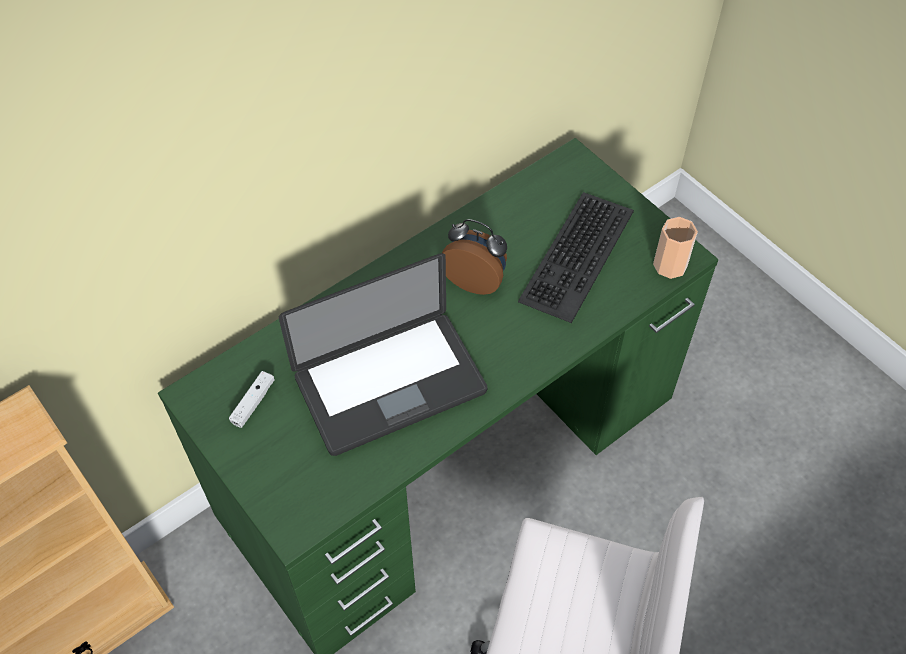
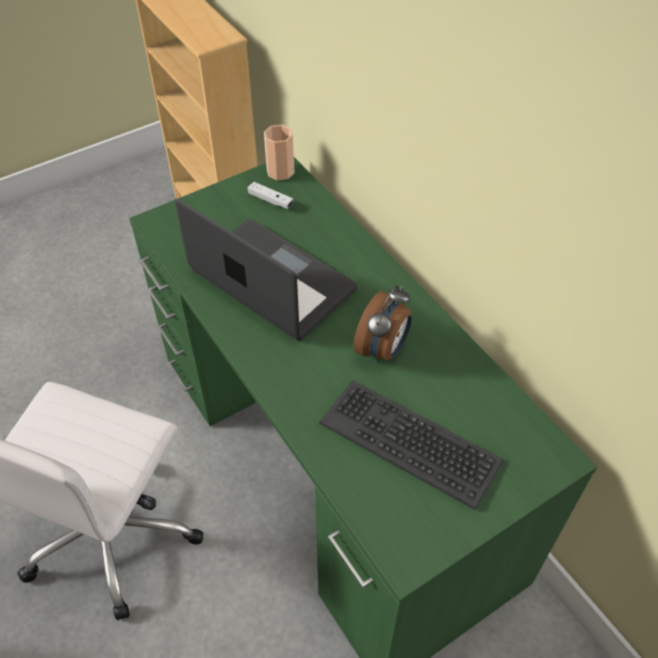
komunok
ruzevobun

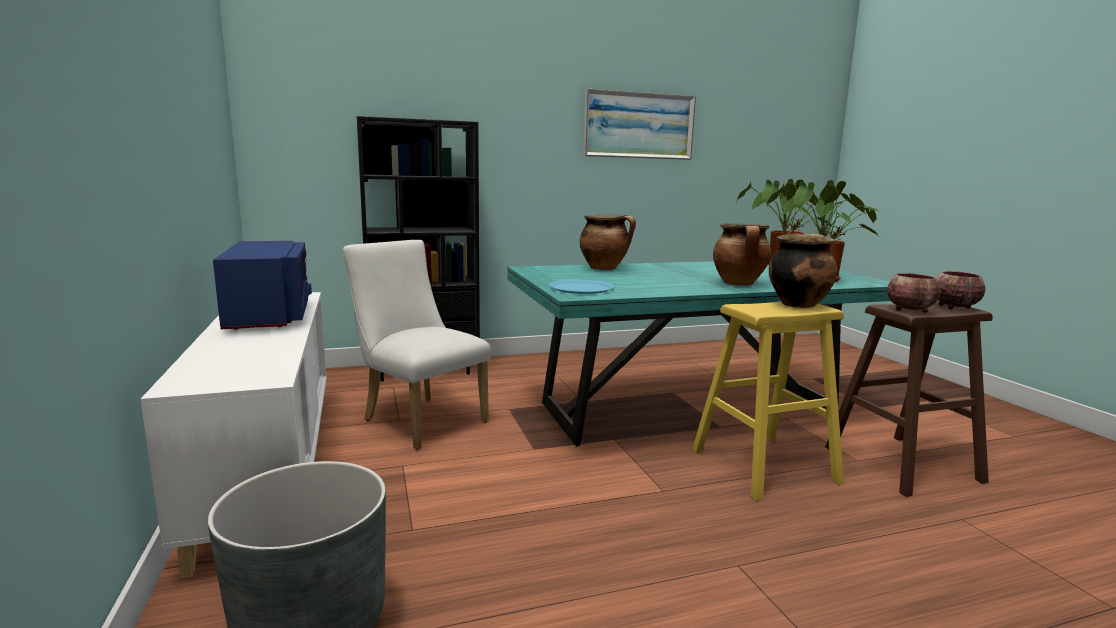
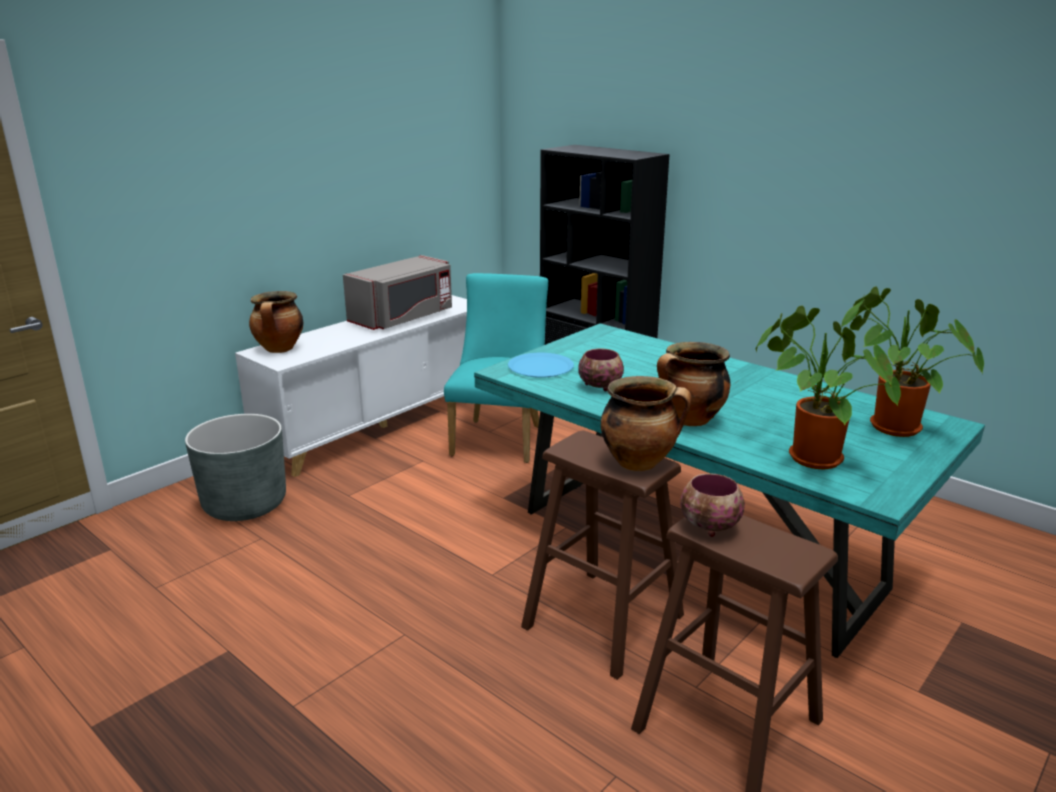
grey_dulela
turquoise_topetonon
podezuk (no. 1 from left)
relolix
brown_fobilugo (no. 1 from left)
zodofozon (no. 1 from left)

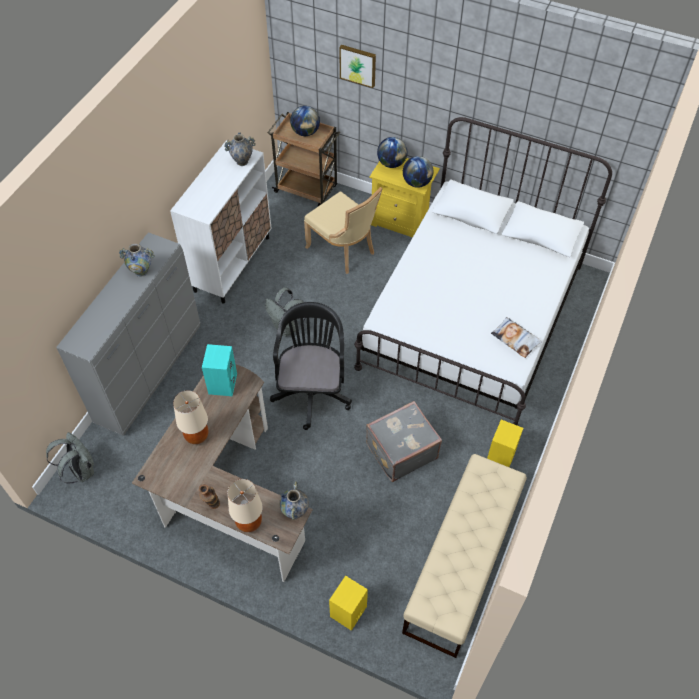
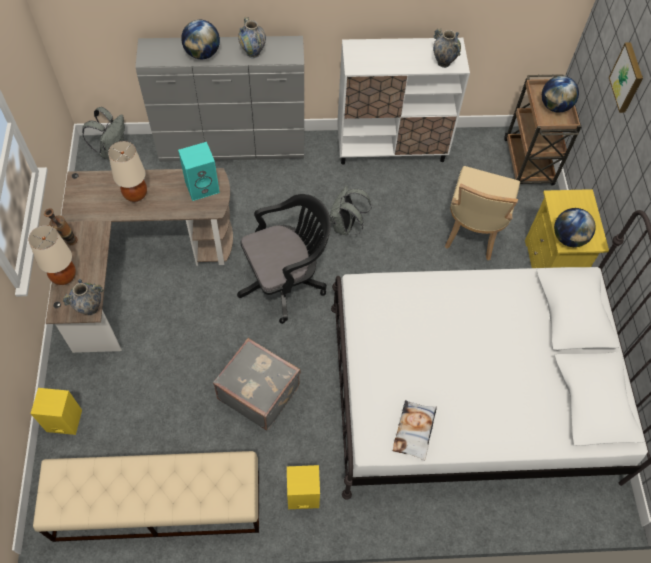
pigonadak (no. 1 from left)

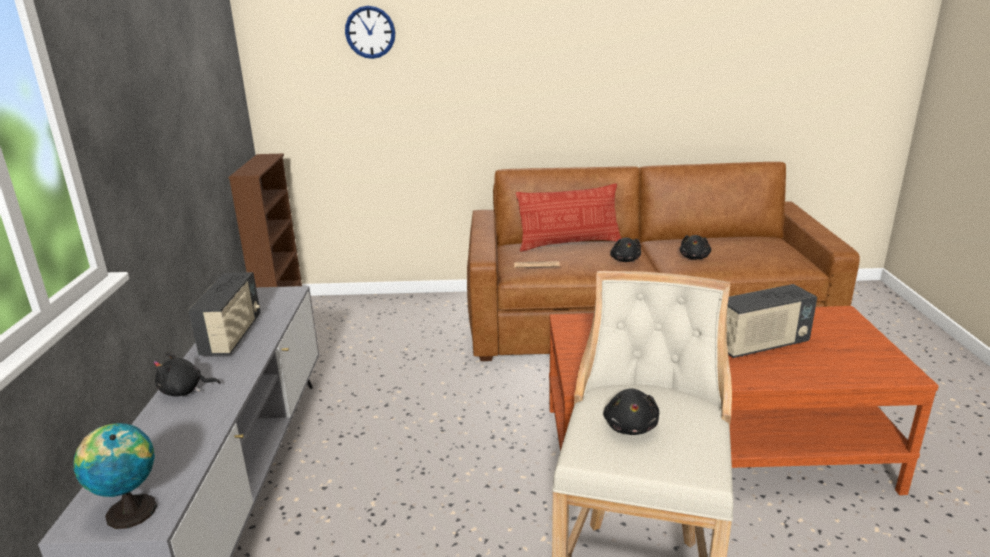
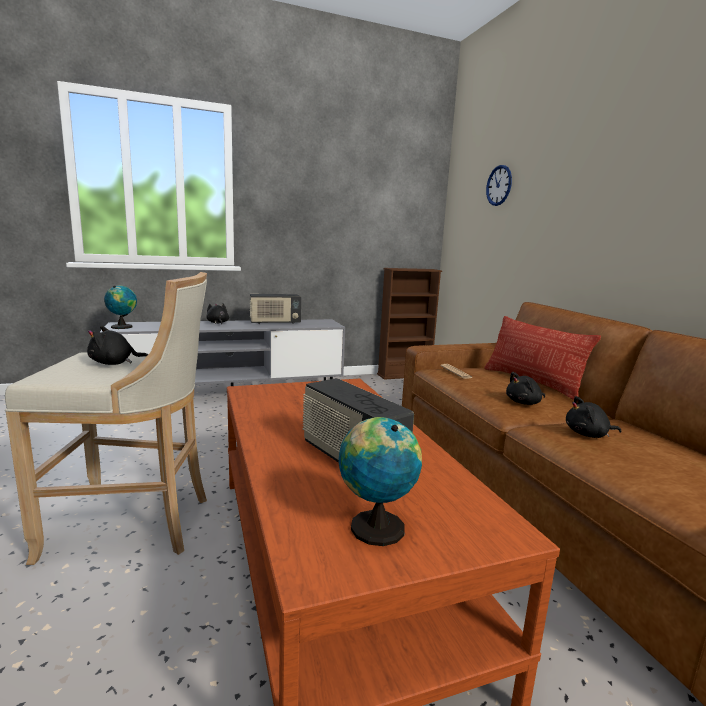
pigonadak (no. 2 from left)

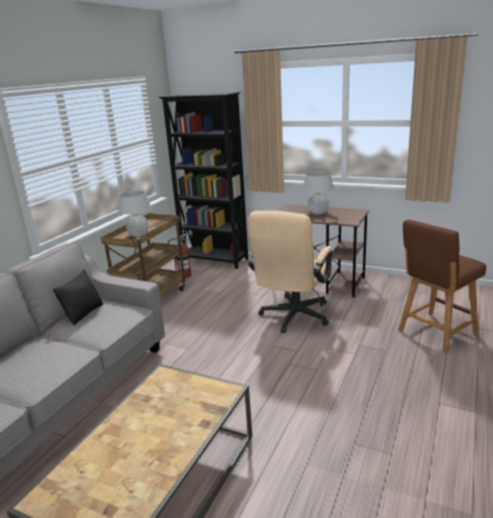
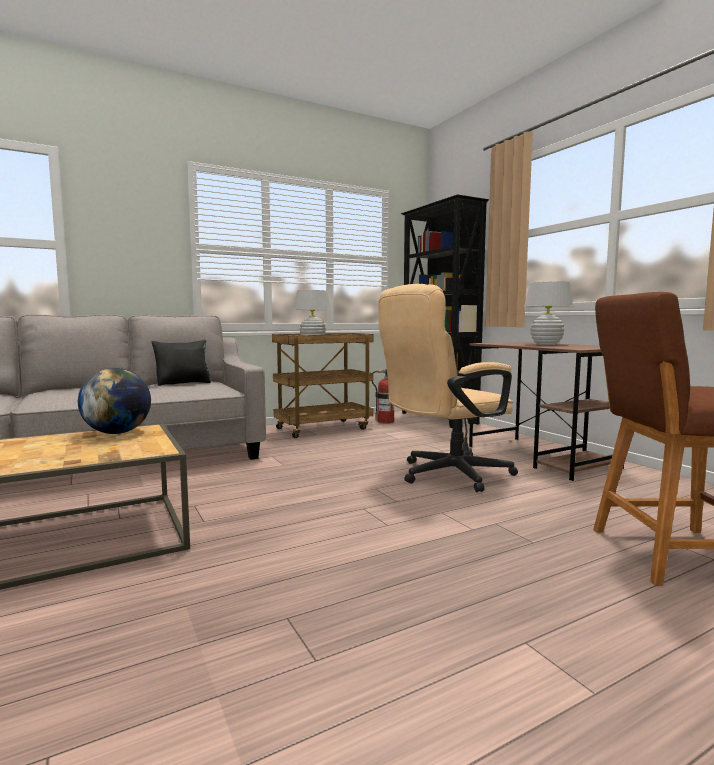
pigonadak

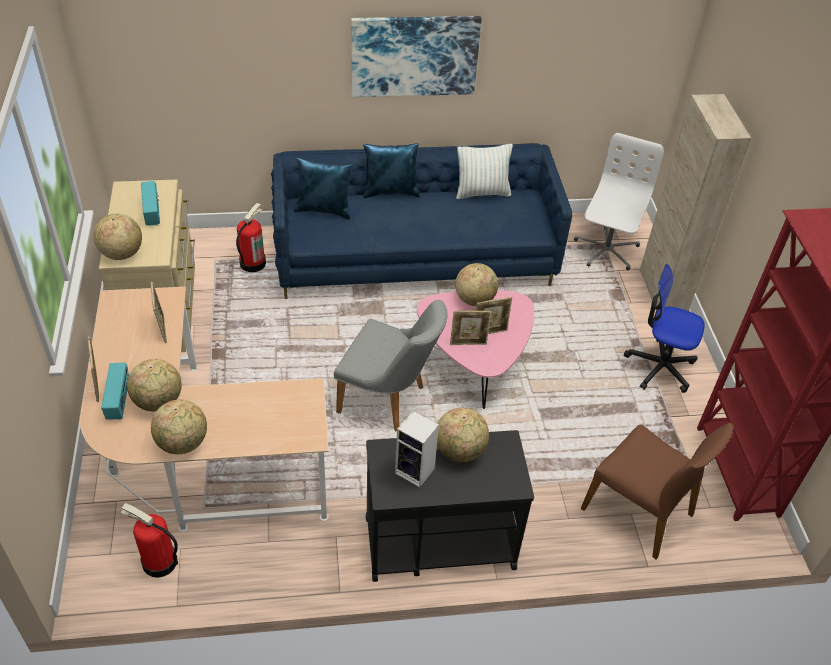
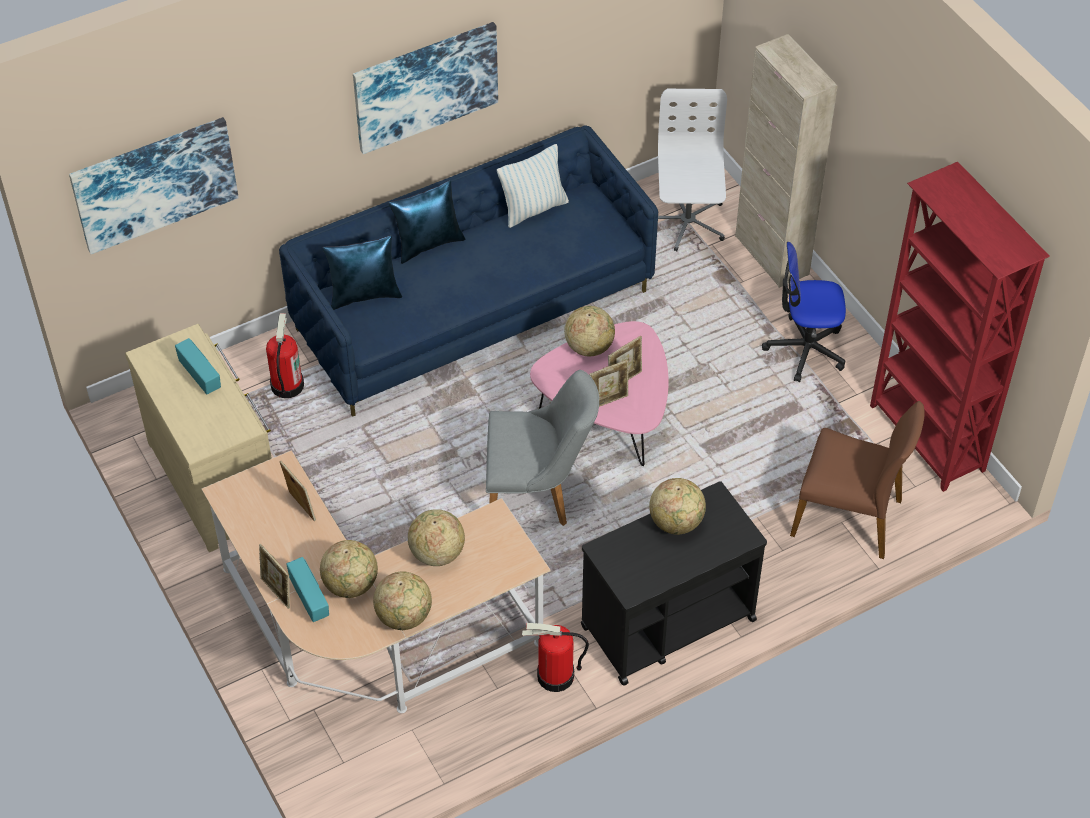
pigonadak (no. 3 from left)
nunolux (no. 2 from left)
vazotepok
relolix (no. 1 from left)

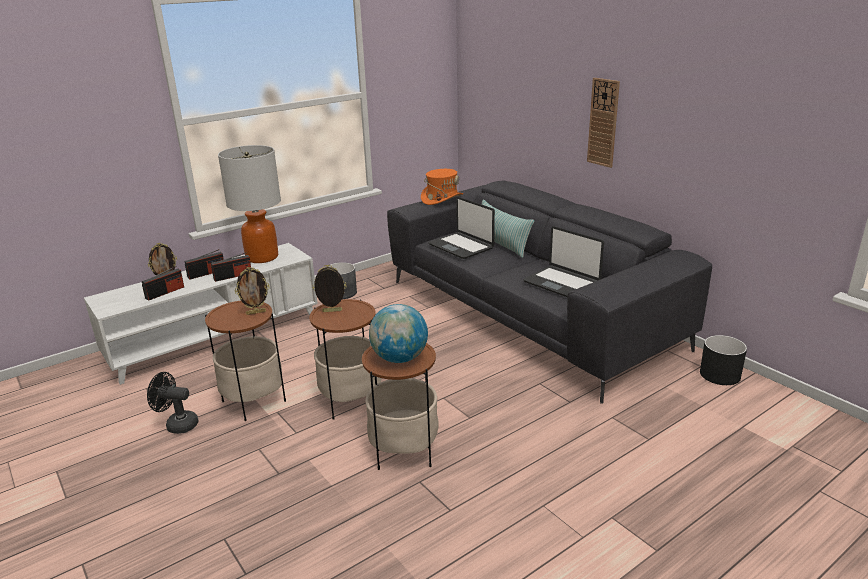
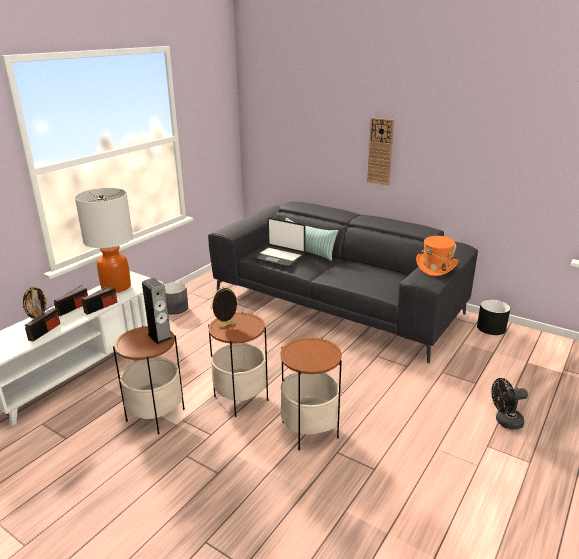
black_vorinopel
vazotepok
pigonadak
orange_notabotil
komunok (no. 2 from left in the first image)

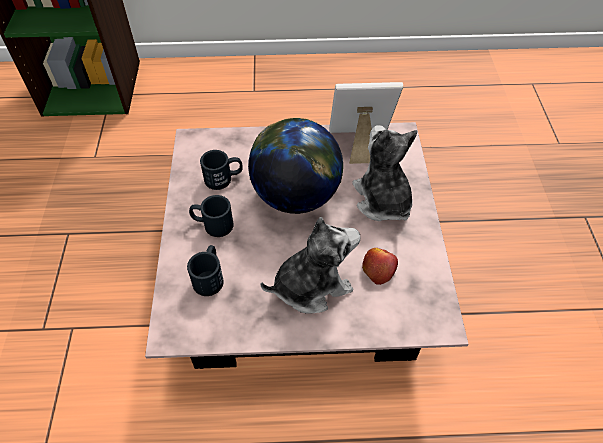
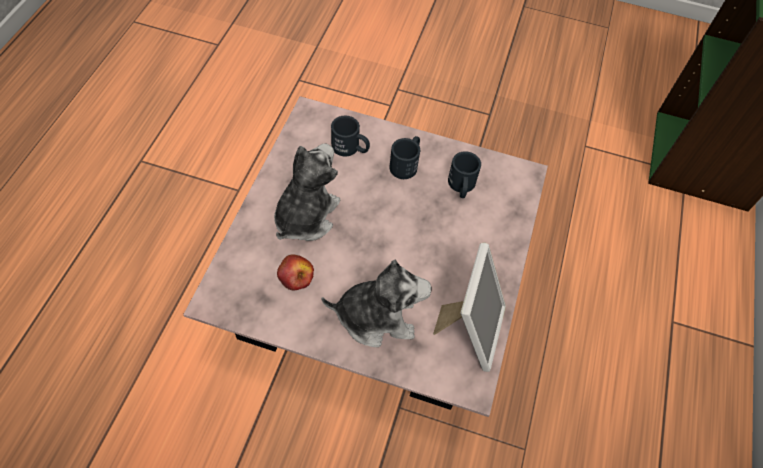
pigonadak
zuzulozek (no. 1 from left)

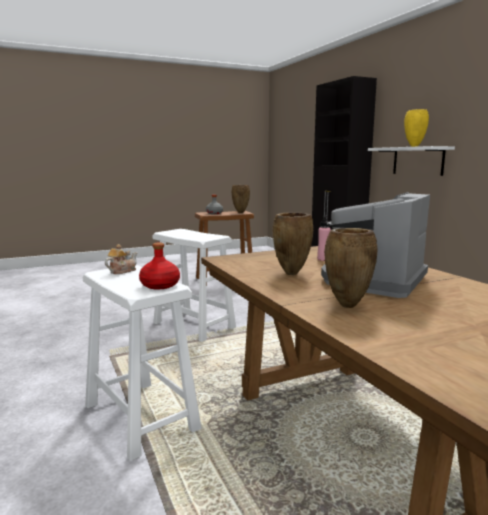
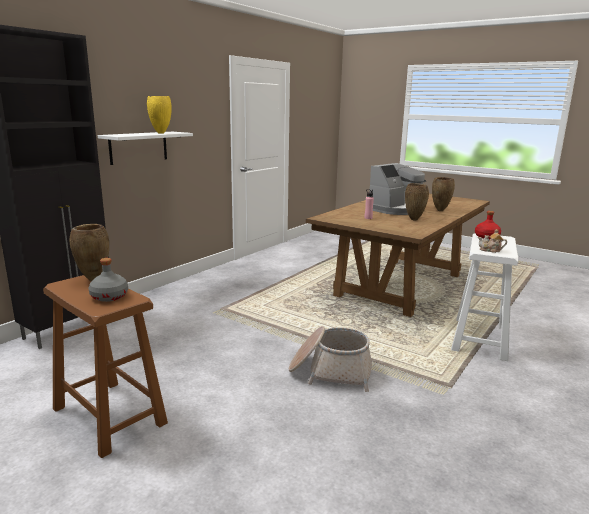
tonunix
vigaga

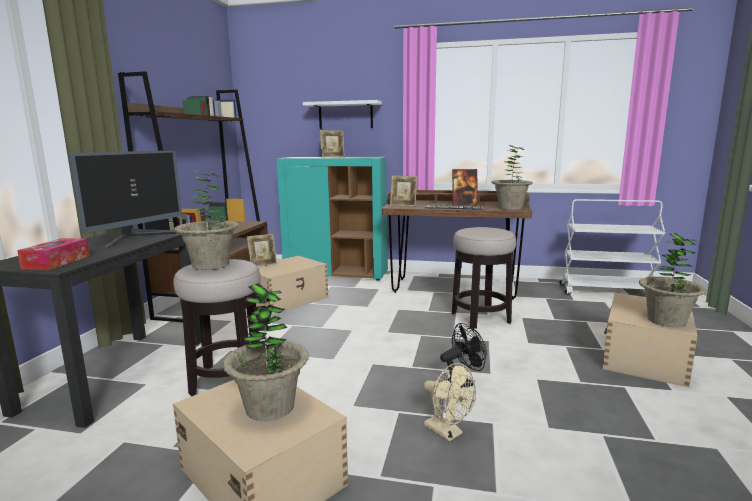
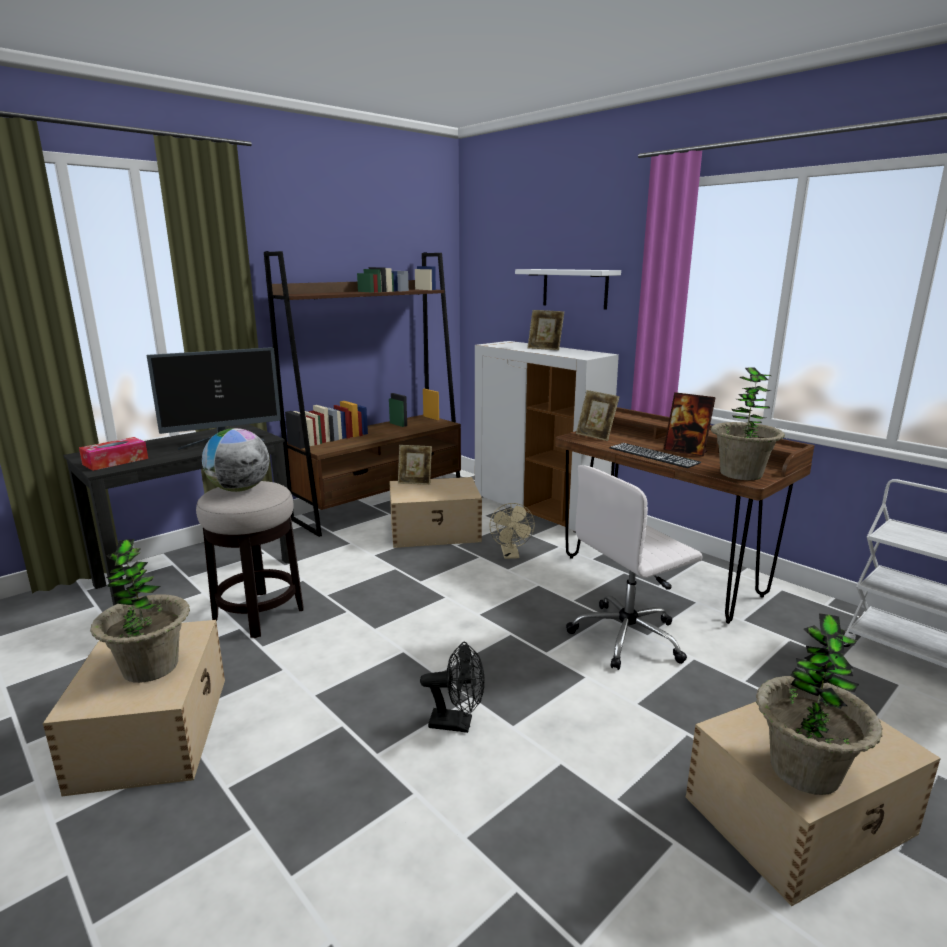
pigonadak
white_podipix
beige_vorinopel
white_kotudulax

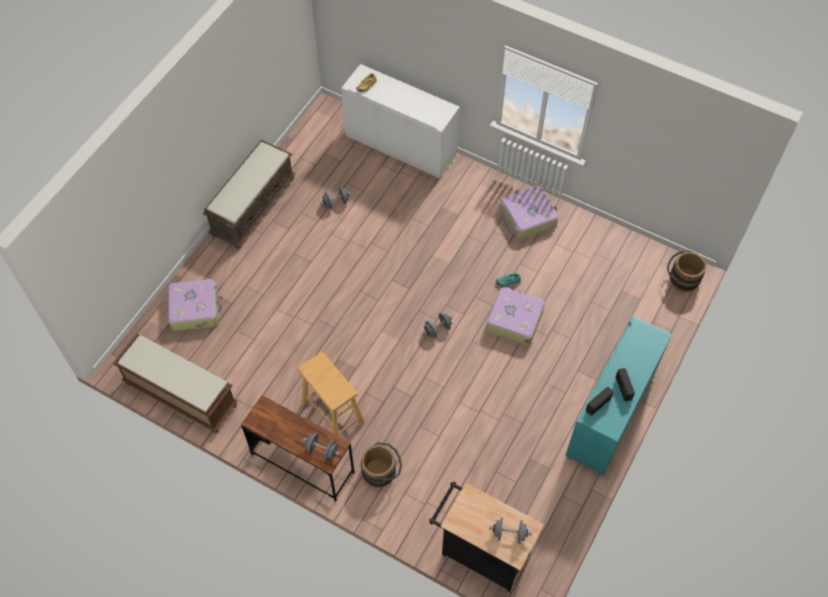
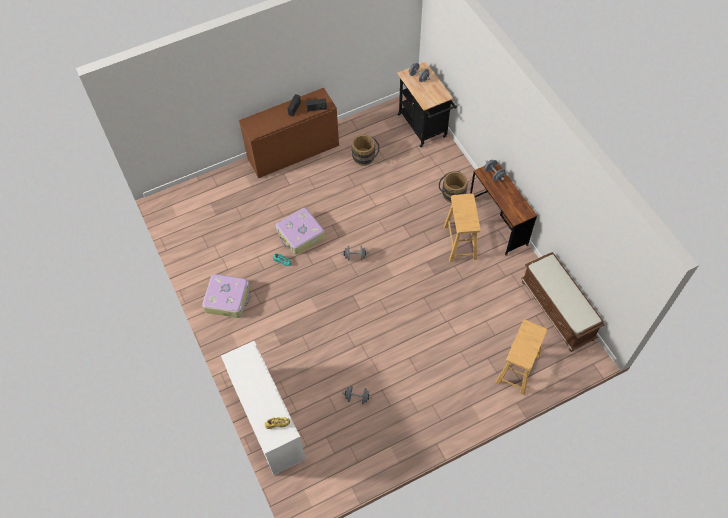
beige_fobilugo (no. 2 from left)
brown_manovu (no. 2 from left in the first image)
brown_podipix
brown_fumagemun (no. 1 from left)

